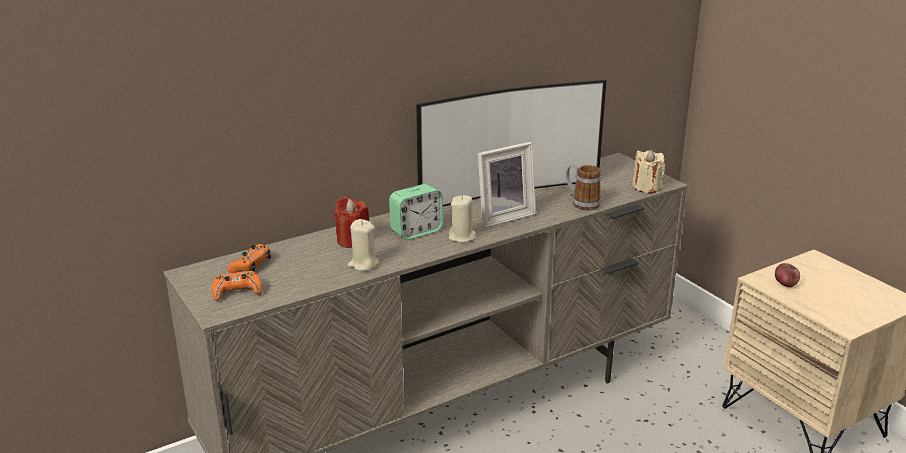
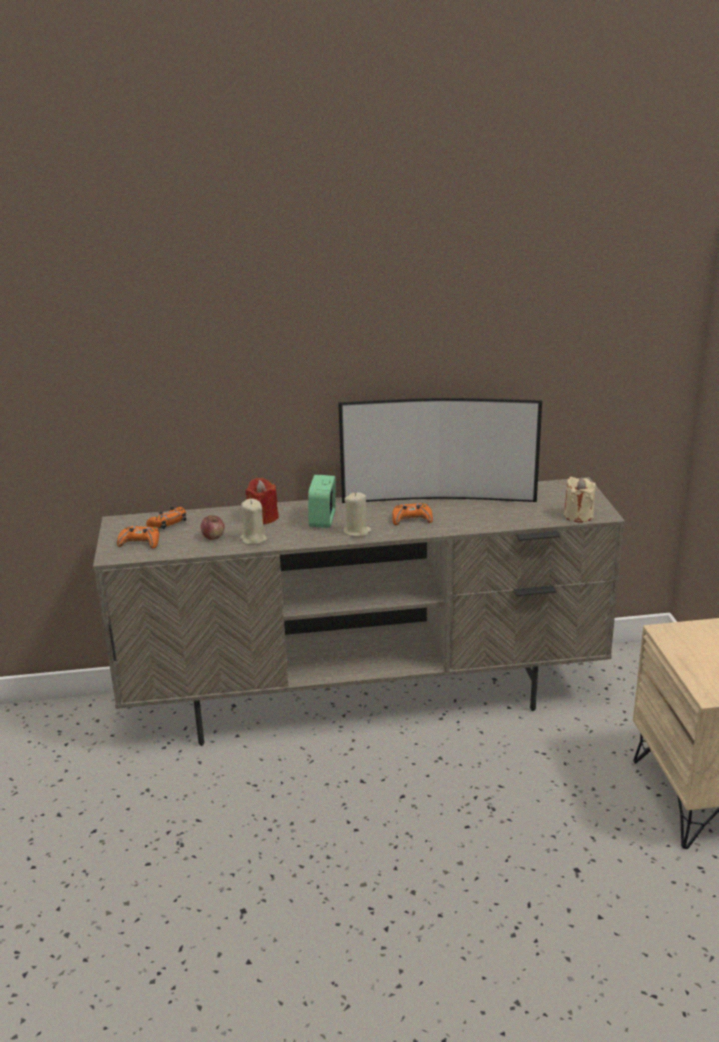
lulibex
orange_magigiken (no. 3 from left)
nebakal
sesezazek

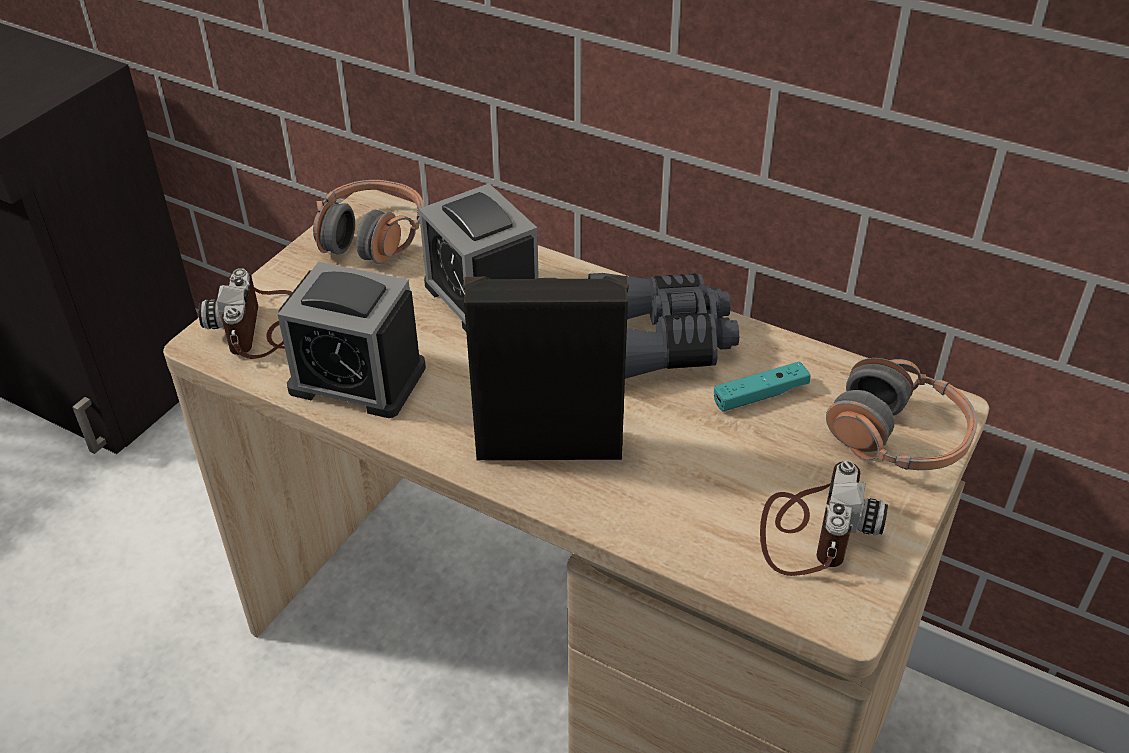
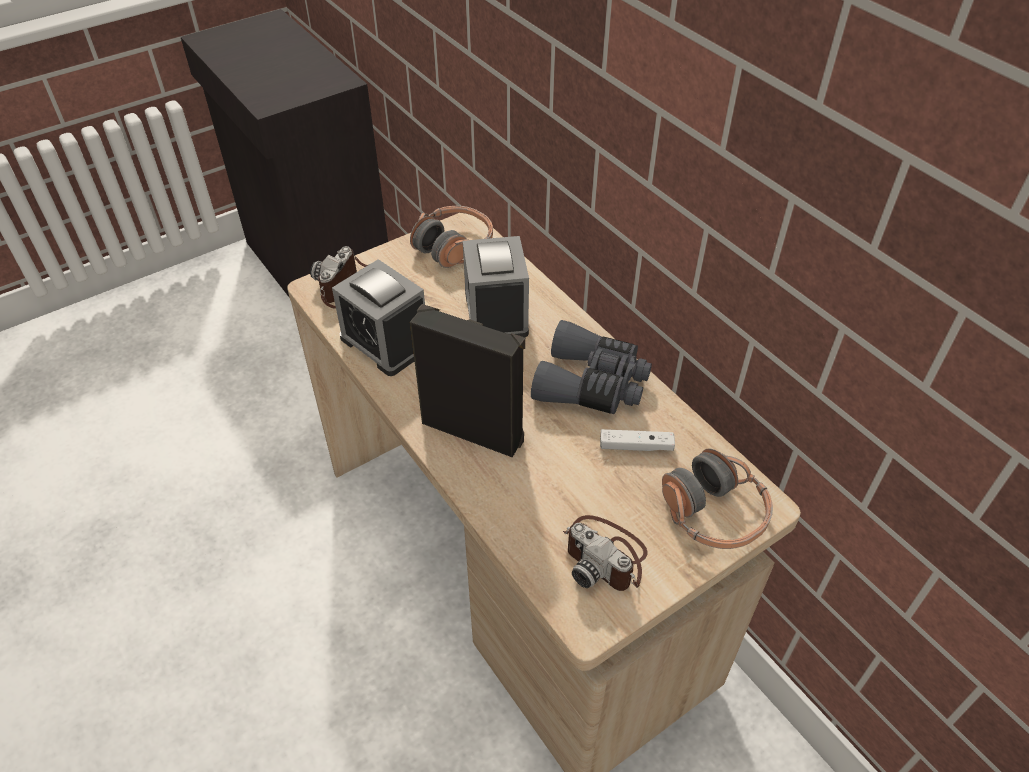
white_magigiken
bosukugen (no. 2 from left)

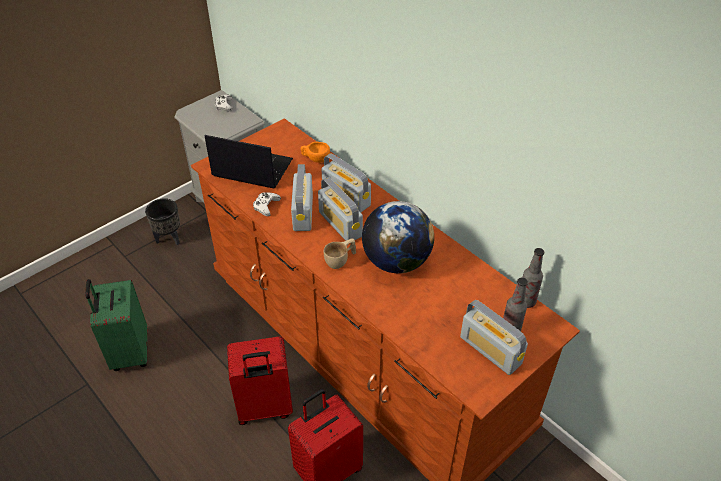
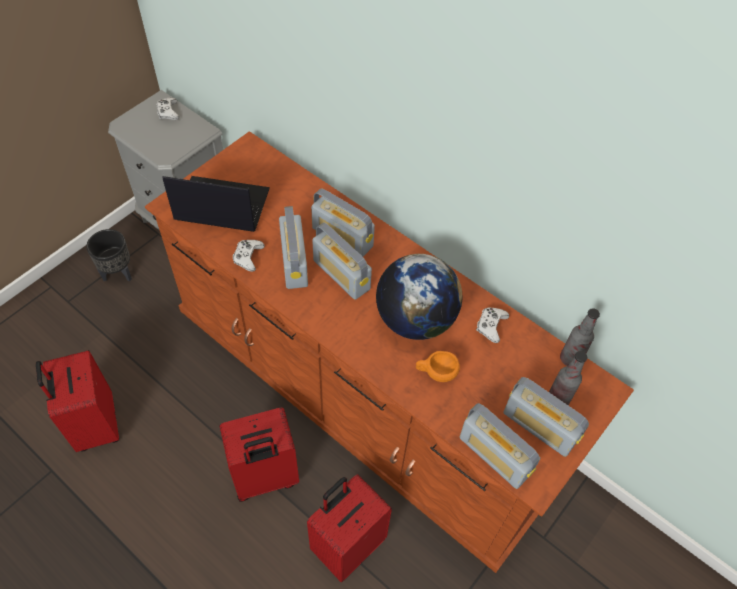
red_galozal (no. 1 from left)
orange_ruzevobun
beige_ruzevobun
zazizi (no. 4 from left)
white_magigiken (no. 3 from left)

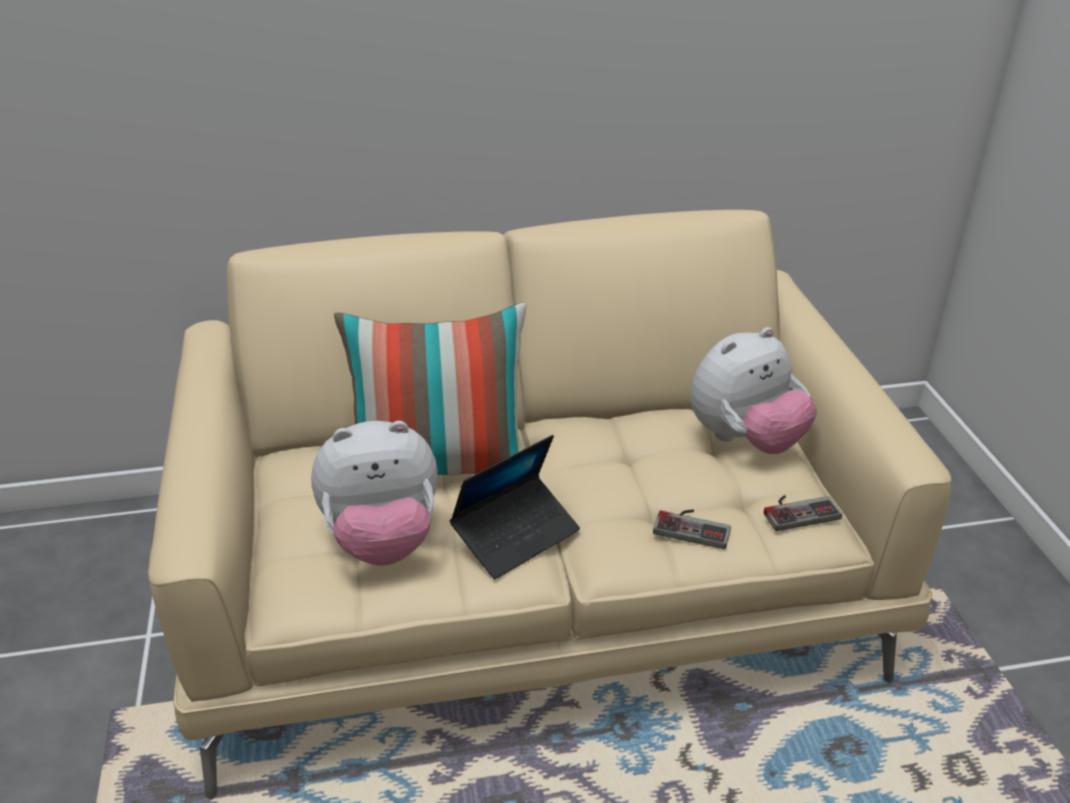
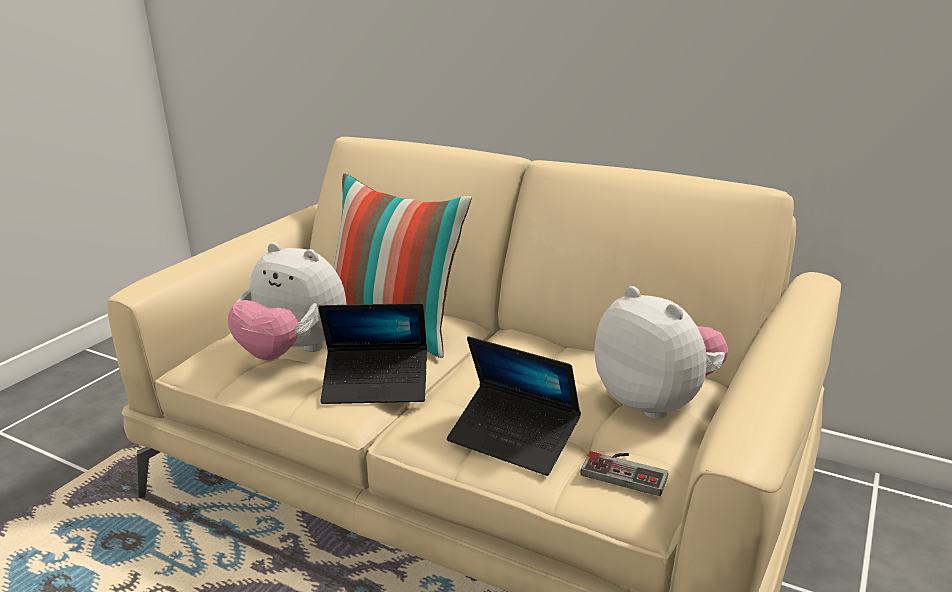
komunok (no. 2 from left)
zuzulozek (no. 2 from left)

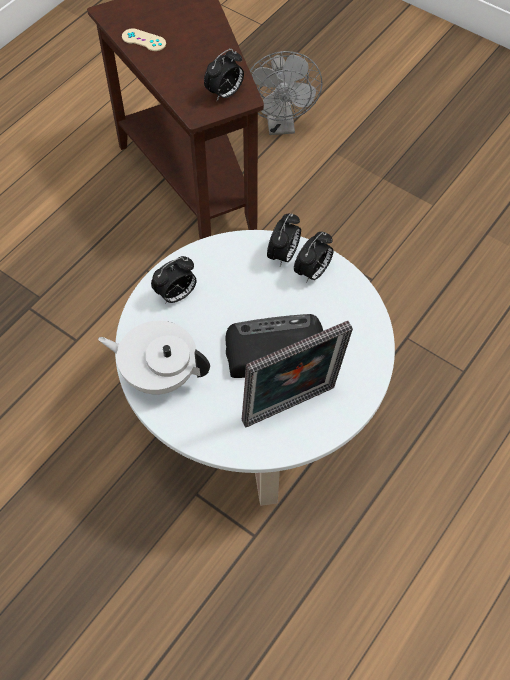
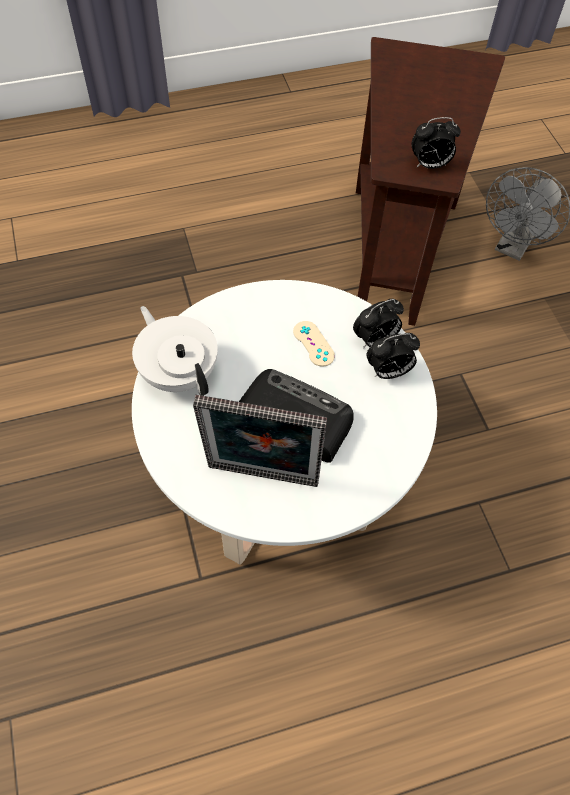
beige_magigiken
lulibex (no. 1 from left in the first image)

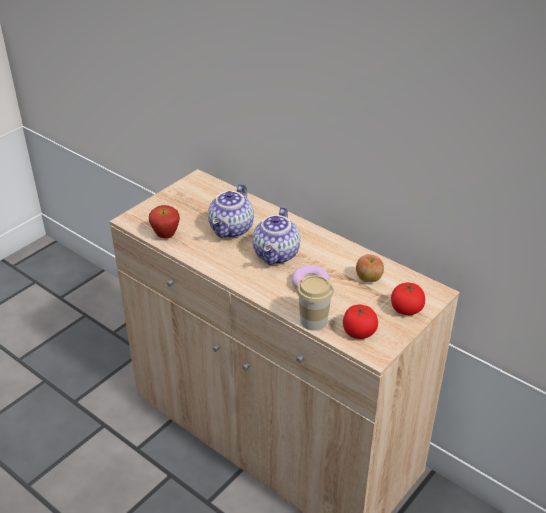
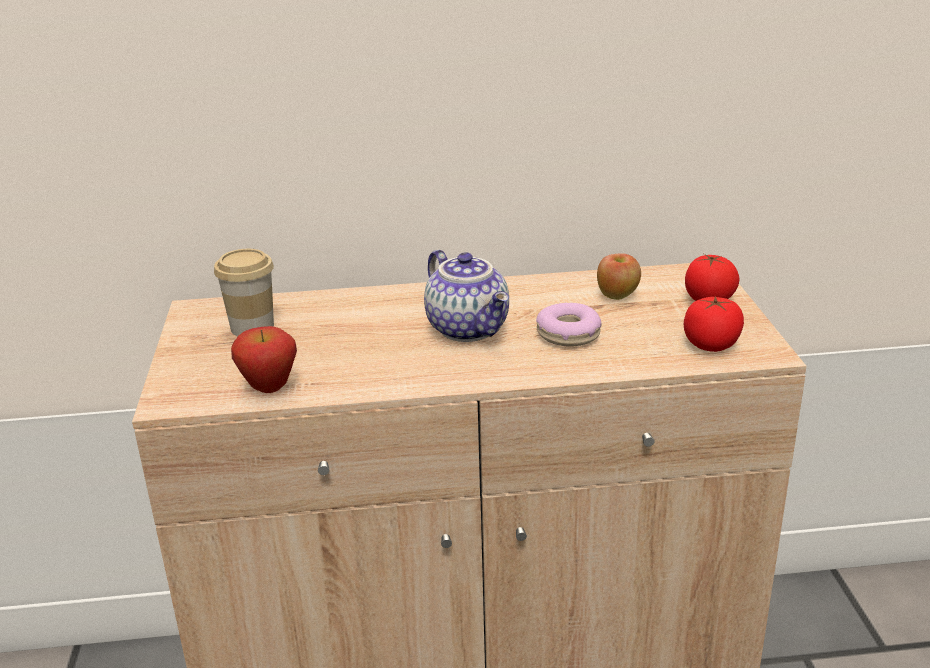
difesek (no. 1 from left in the first image)
ruzevobun

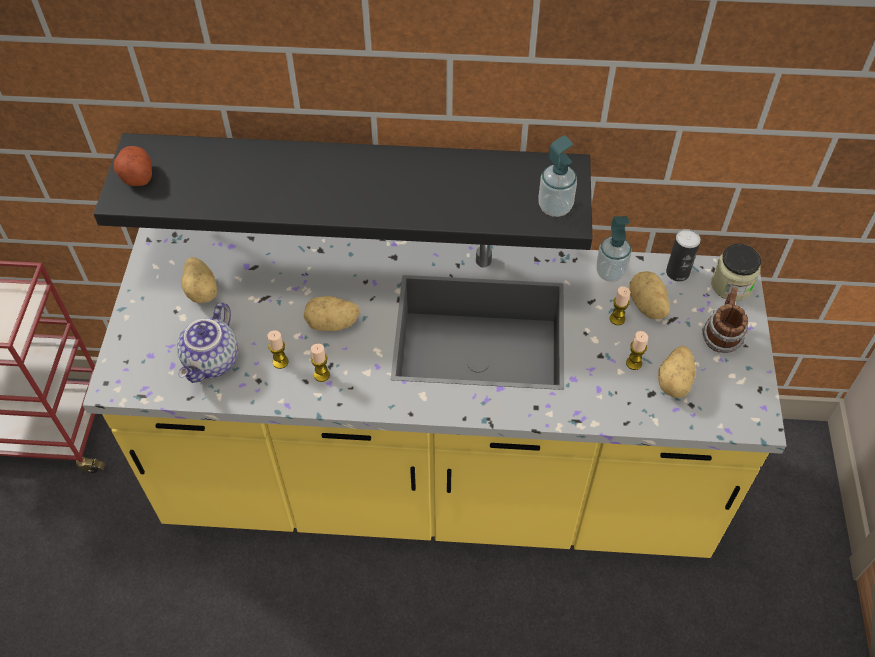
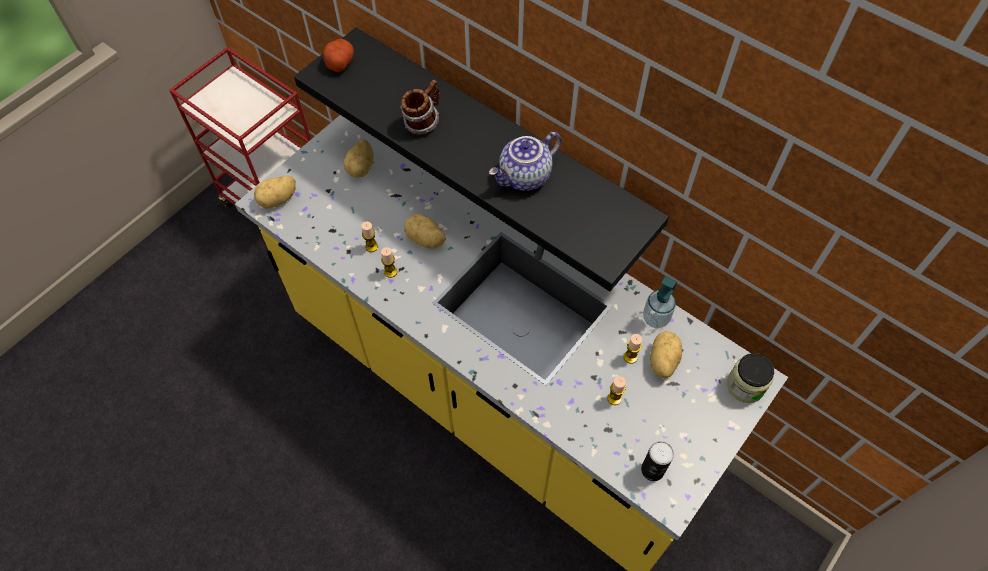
difesek
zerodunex (no. 1 from left in the first image)
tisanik (no. 1 from left)
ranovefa
nebakal

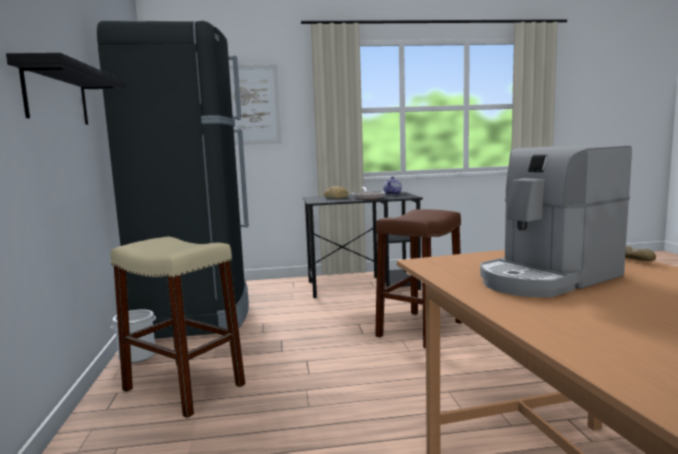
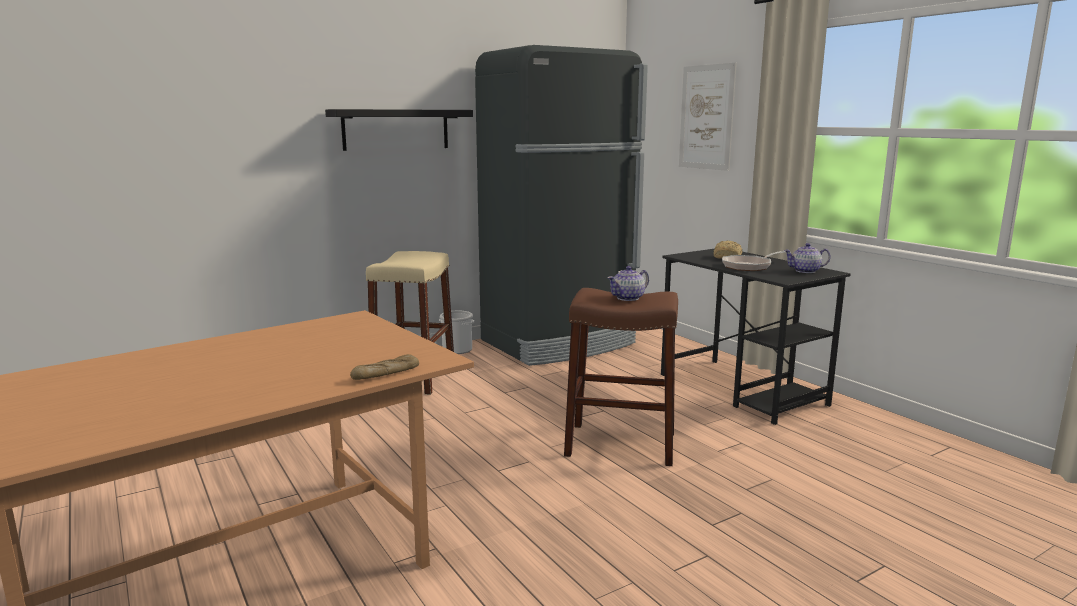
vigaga
difesek (no. 1 from left)

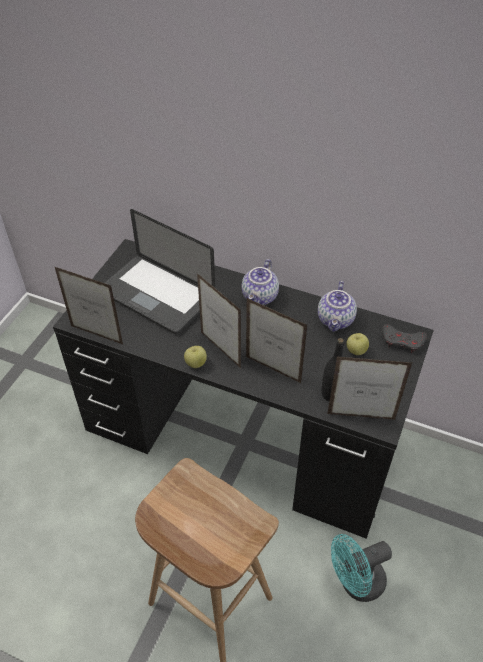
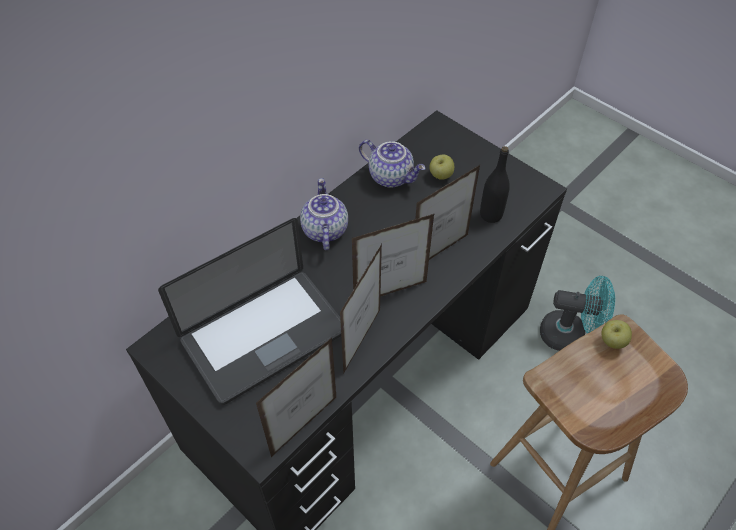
sesezazek (no. 2 from left)
difesek (no. 1 from left)
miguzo (no. 2 from left)
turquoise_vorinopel
grey_magigiken

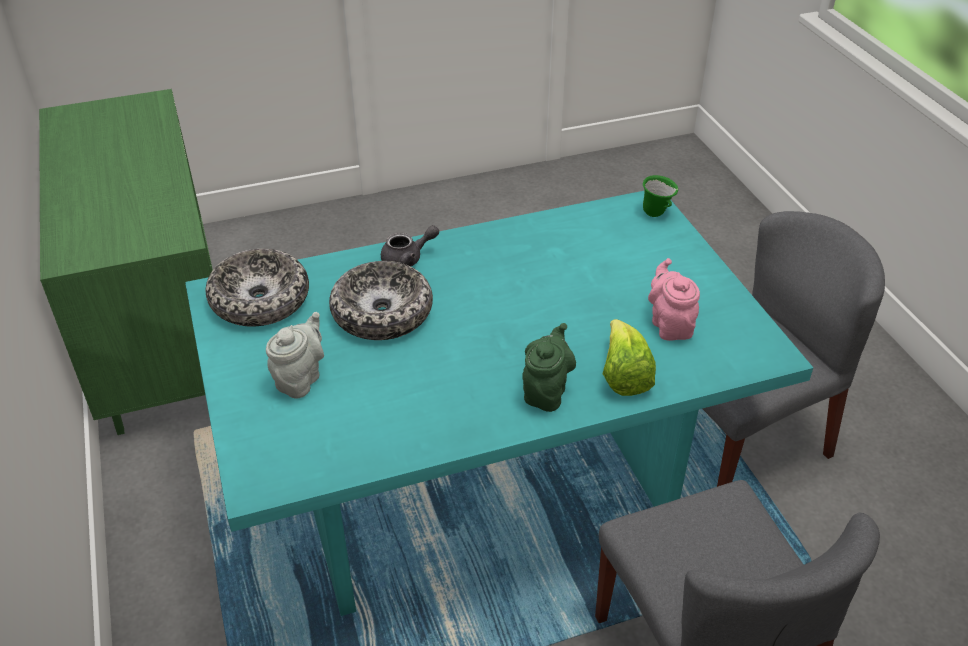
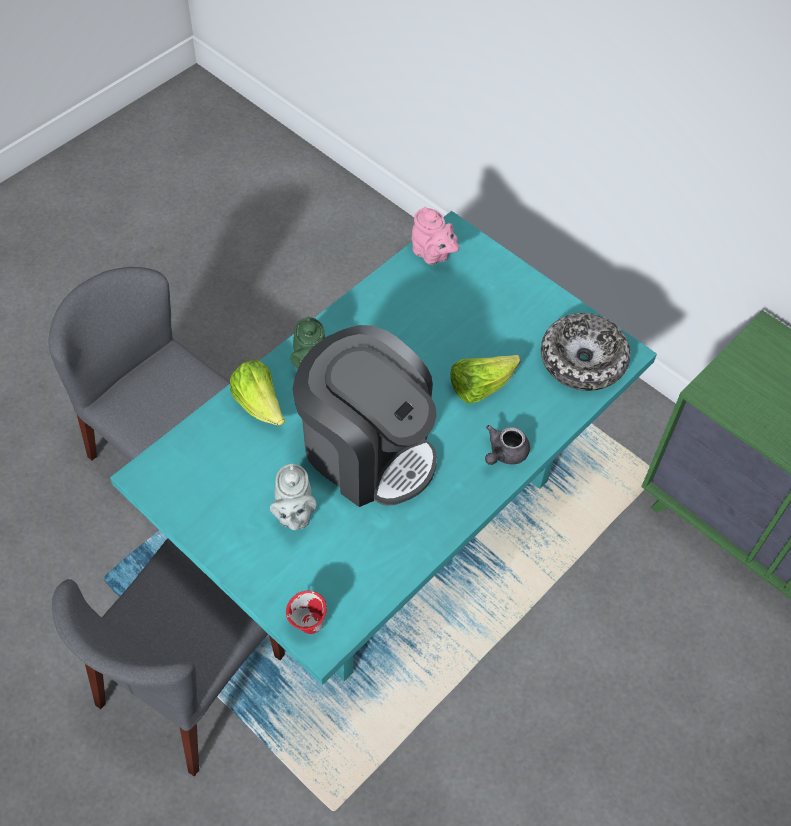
grey_difesek (no. 1 from left)
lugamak (no. 2 from left)
red_nebakal
pink_difesek
vigaga

